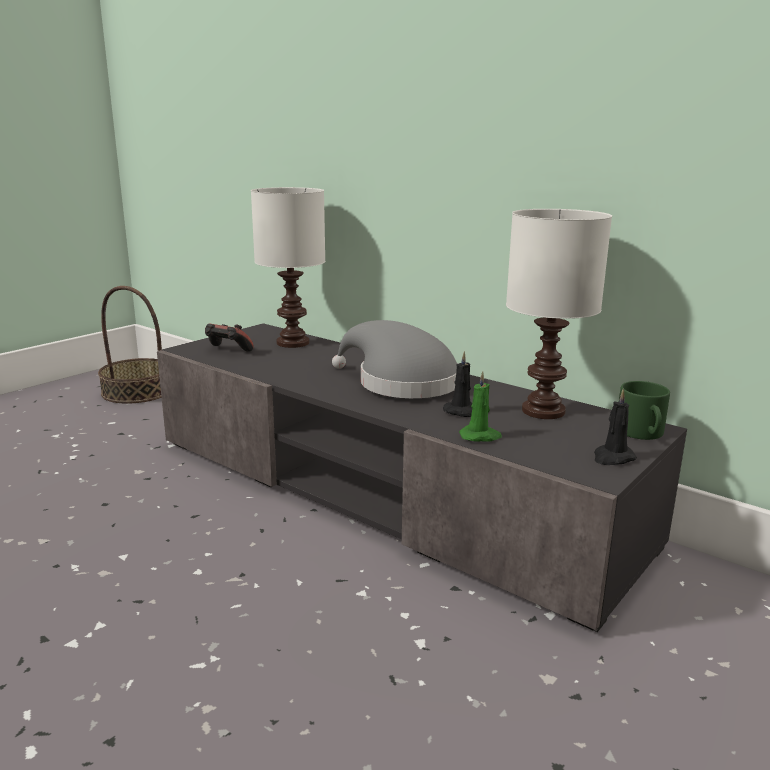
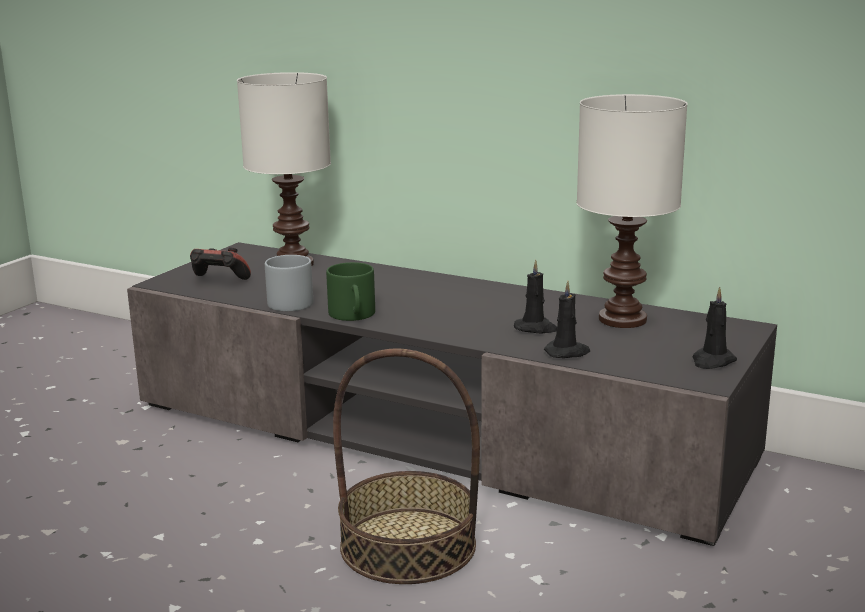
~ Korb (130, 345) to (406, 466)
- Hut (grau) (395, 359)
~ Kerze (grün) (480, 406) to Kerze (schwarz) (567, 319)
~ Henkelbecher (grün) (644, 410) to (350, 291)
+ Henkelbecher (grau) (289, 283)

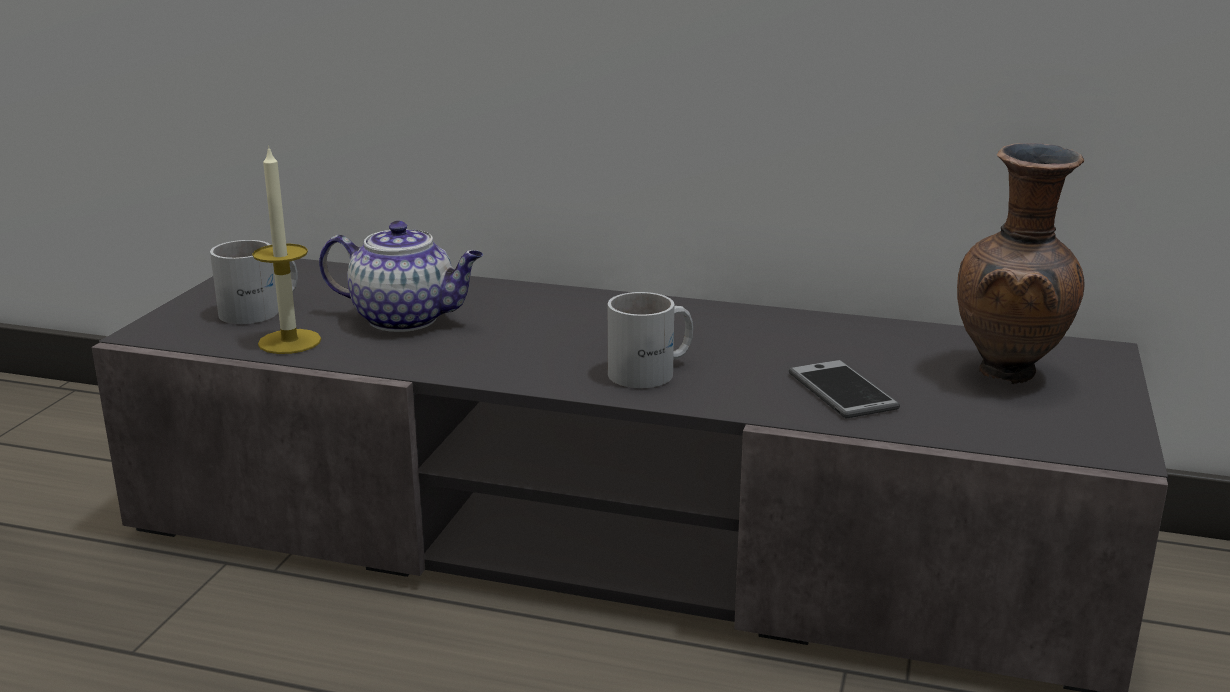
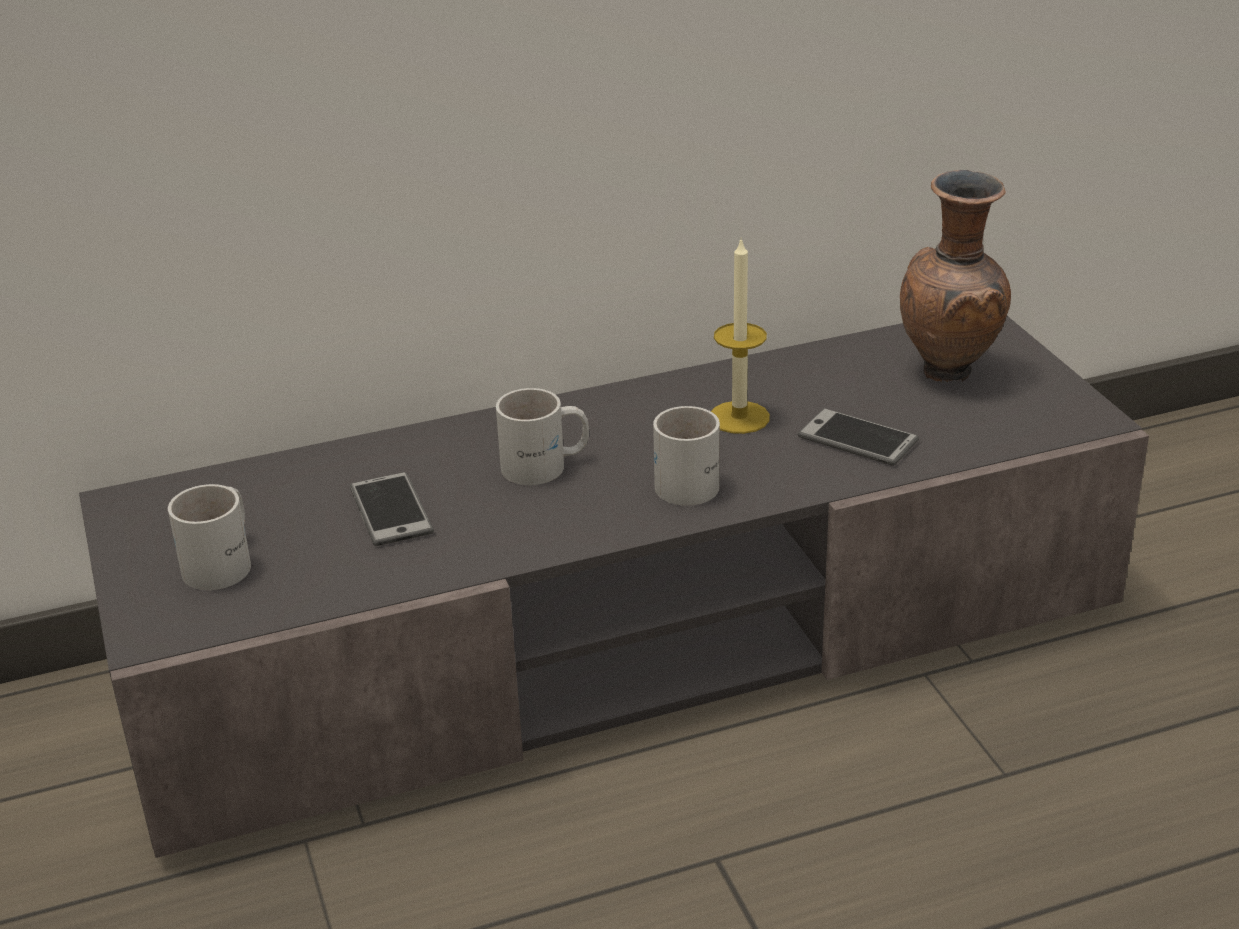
~ Kerze (286, 249) to (740, 335)
~ Teekanne (401, 276) to Handy (392, 509)
+ Henkelbecher (weiß) (542, 436)

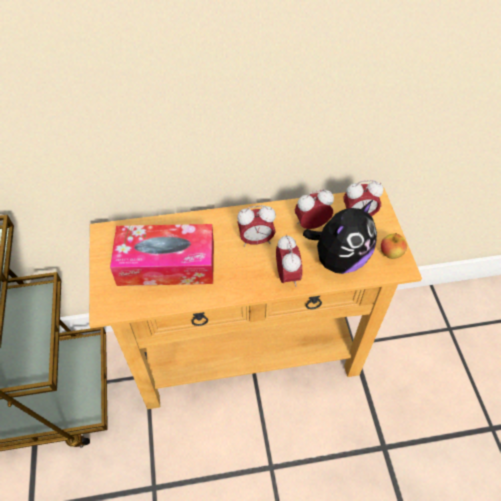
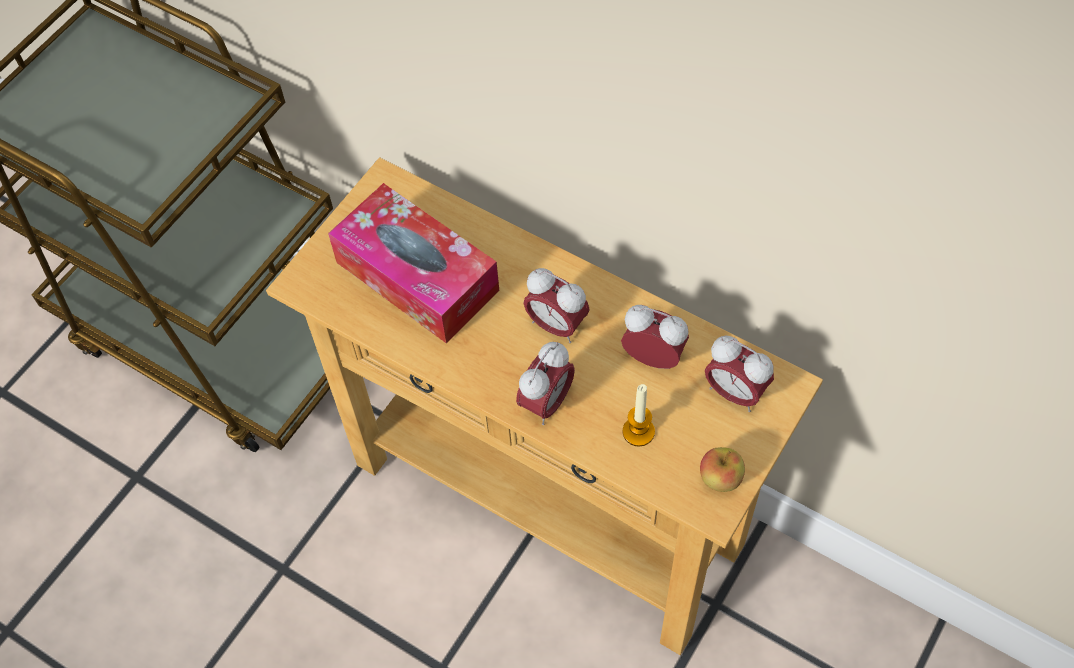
~ Plüschtier (340, 237) to Kerze (639, 415)

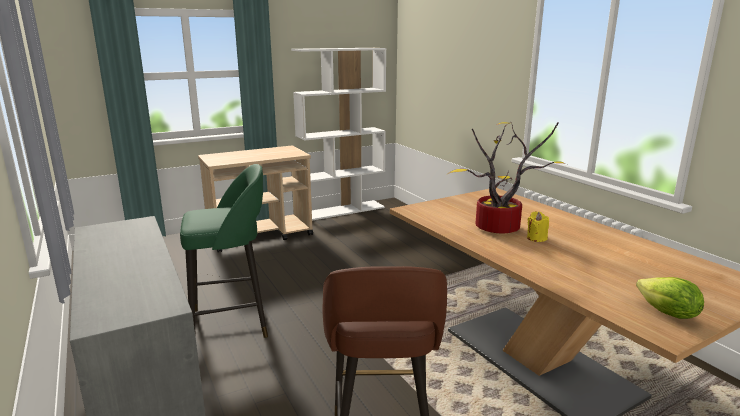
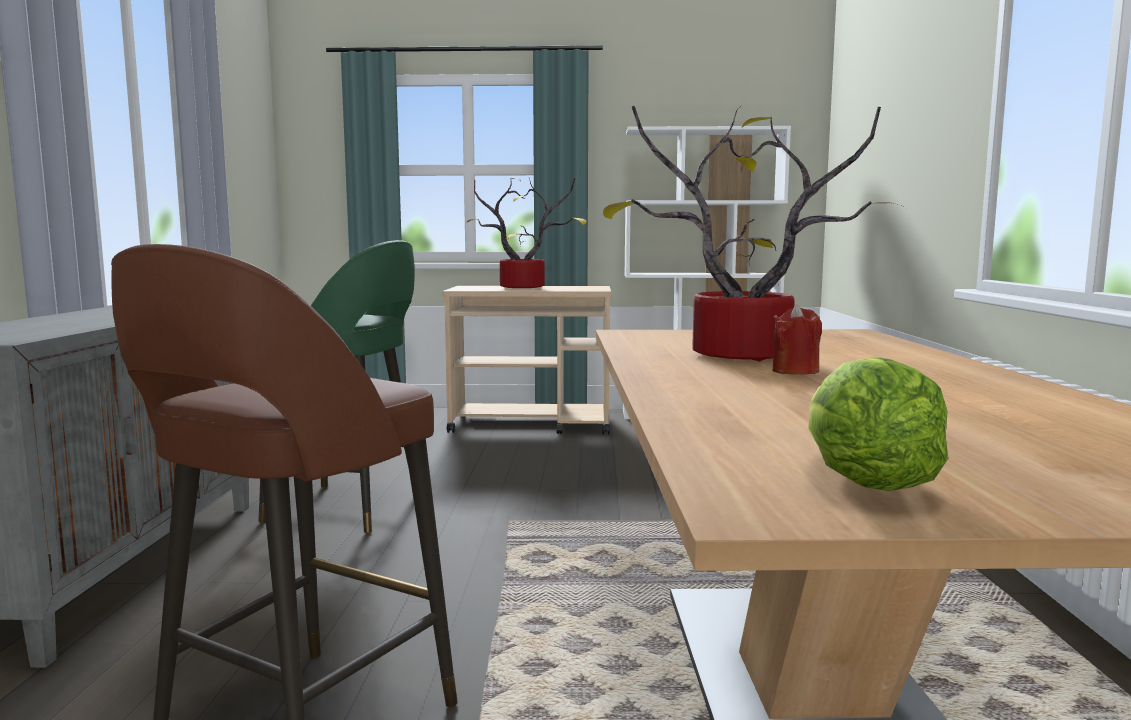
~ Kerze (gelb) (538, 226) to Kerze (rot) (797, 339)
+ Topfpflanze (527, 232)

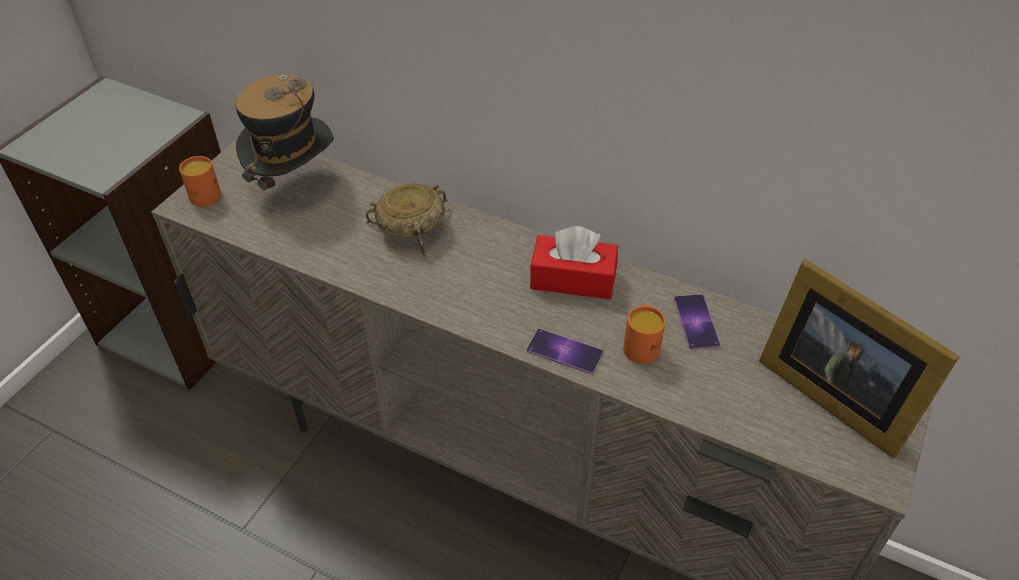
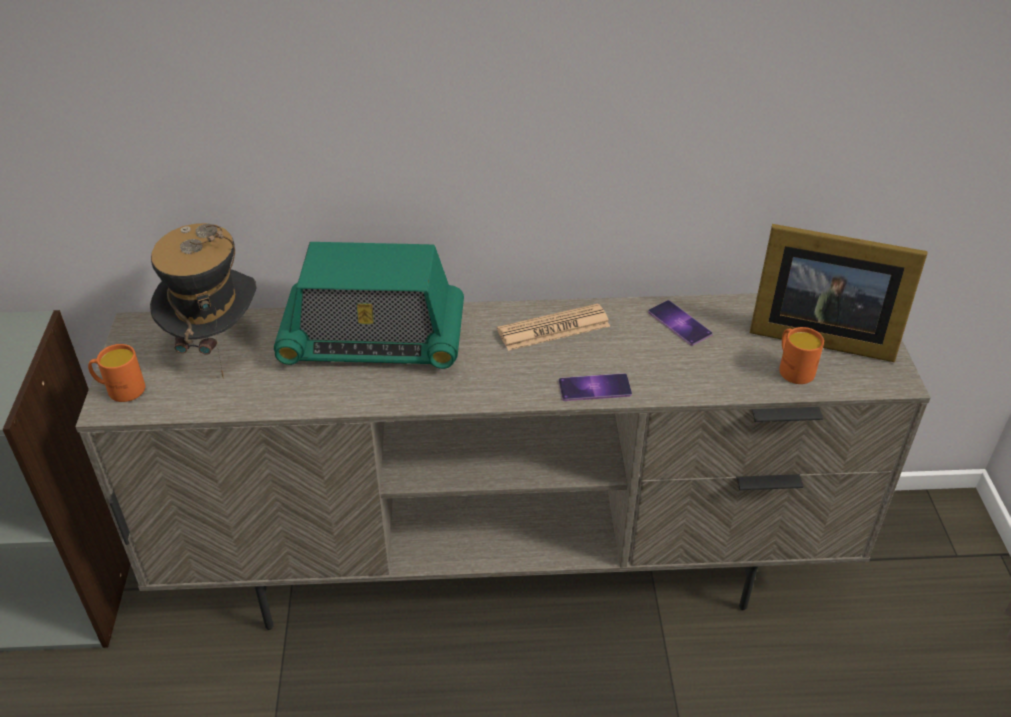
~ Schüssel (beige) (407, 220) to Radio (369, 305)
~ Taschentuchbox (rot) (574, 262) to Zeitung (553, 327)
~ Henkelbecher (orange) (644, 334) to (801, 355)

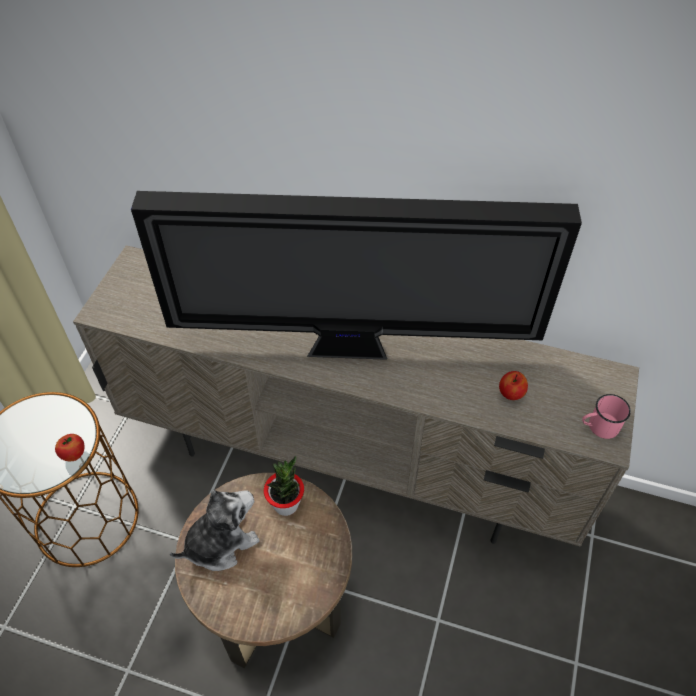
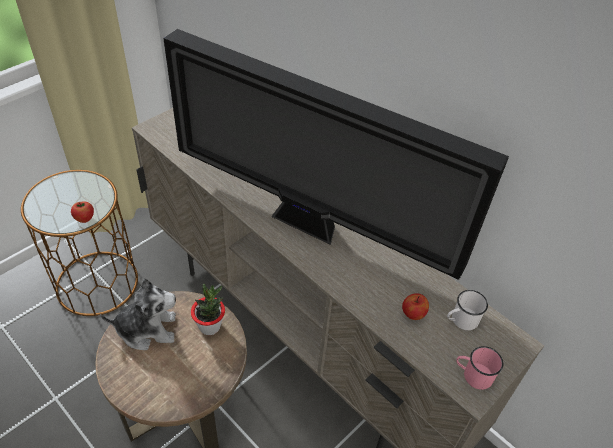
+ Henkelbecher (weiß) (467, 310)

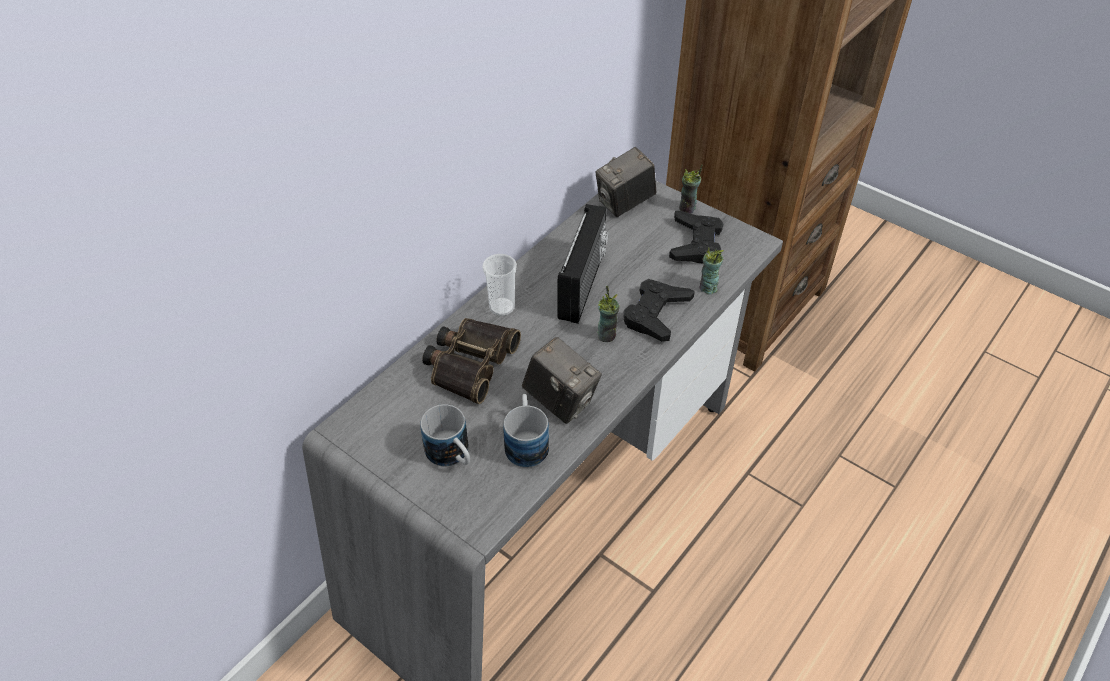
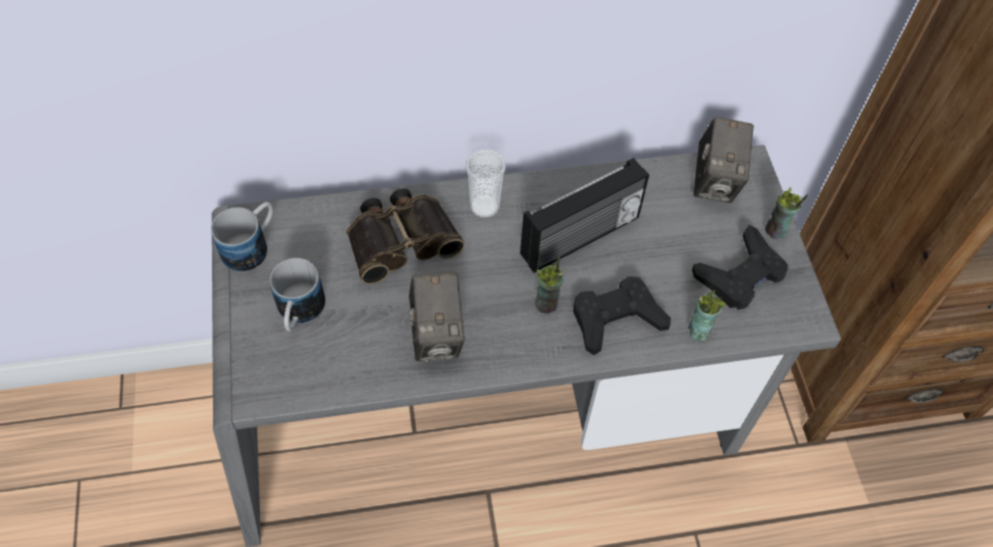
~ Henkelbecher (526, 431) to (242, 237)
~ Kamera (626, 182) = (723, 160) 90 degrees counterclockwise

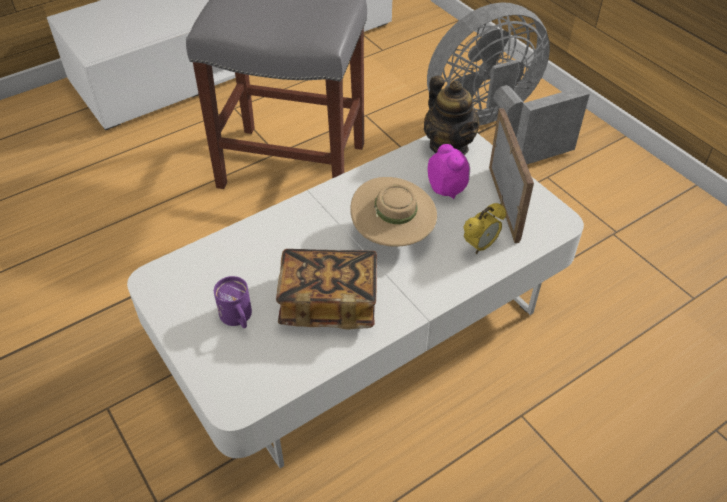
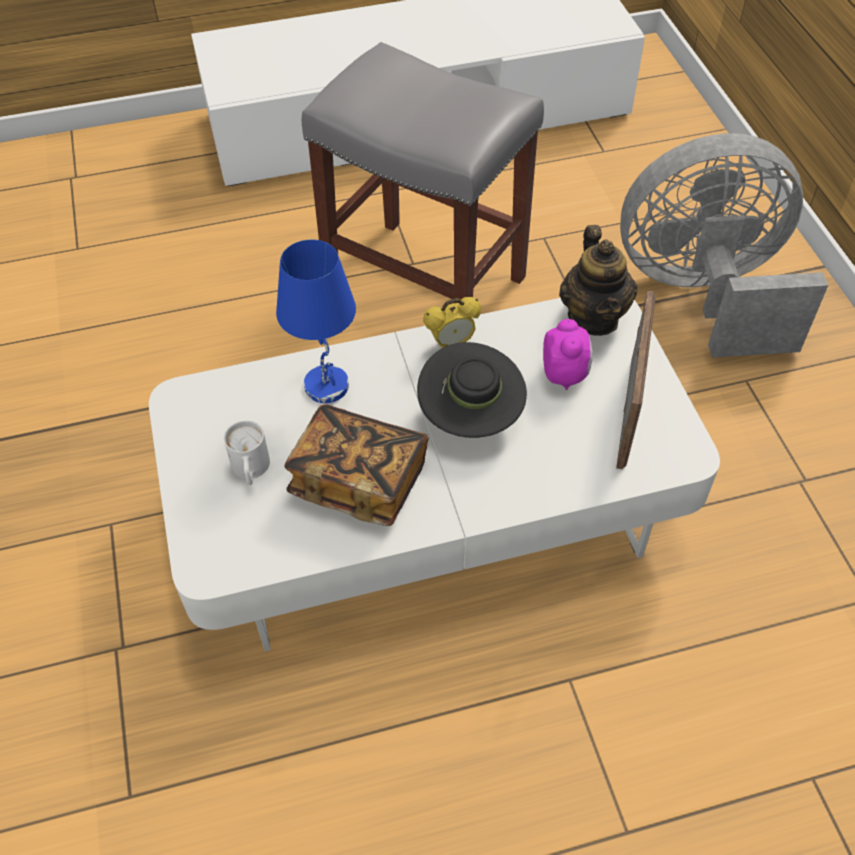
~ Henkelbecher (lila) (233, 302) to Henkelbecher (weiß) (247, 452)
~ Hut (beige) (393, 212) to Hut (schwarz) (472, 390)
~ Wecker (485, 228) to (452, 322)
+ Tischlampe (blau) (316, 321)

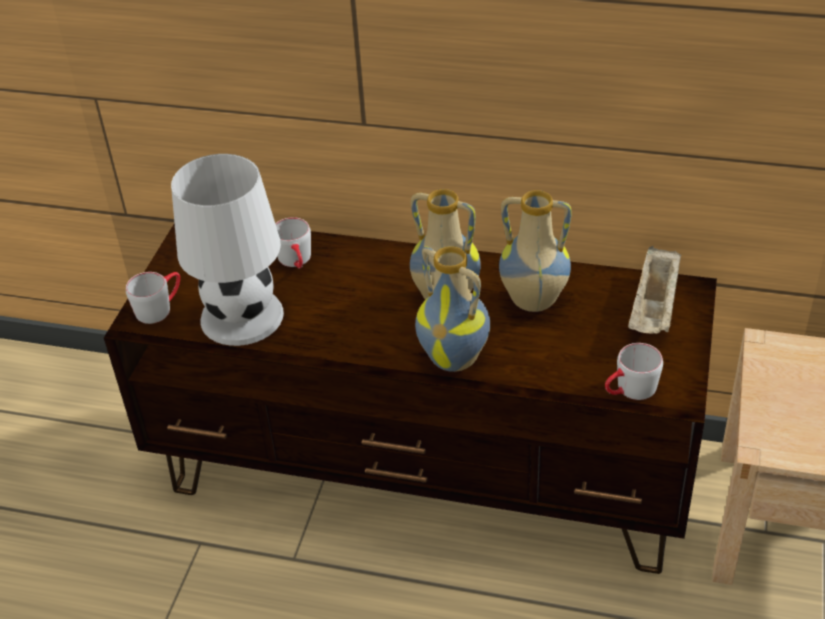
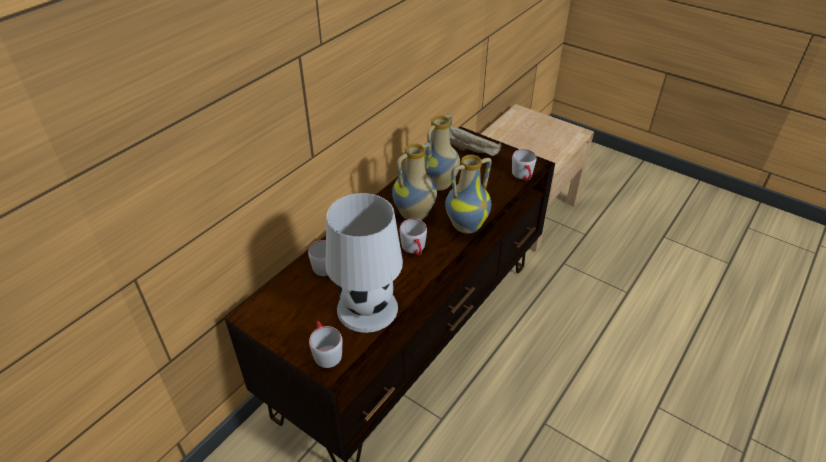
+ Henkelbecher (grau) (413, 237)

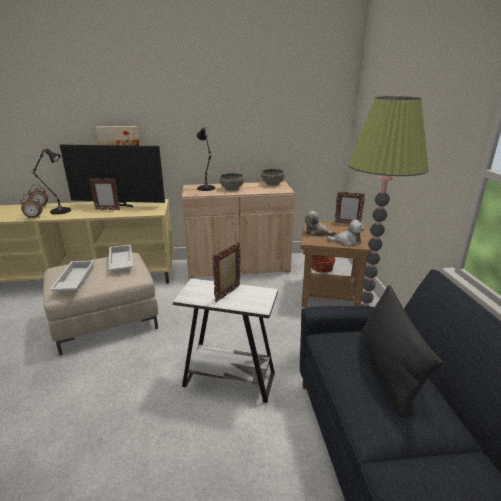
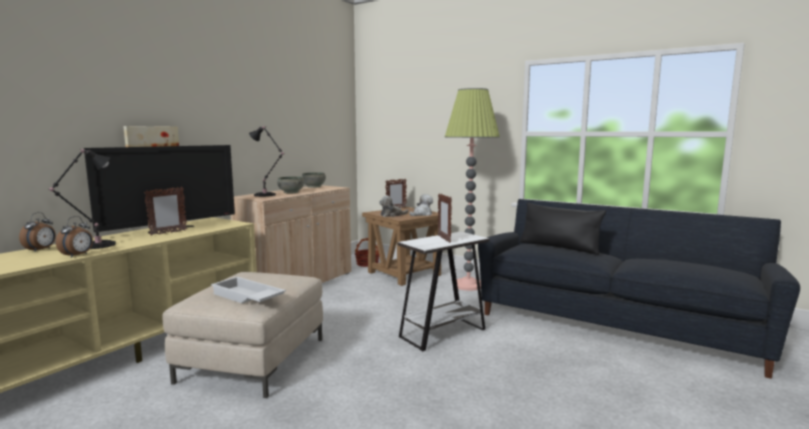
- Tablett (weiß) (121, 258)

